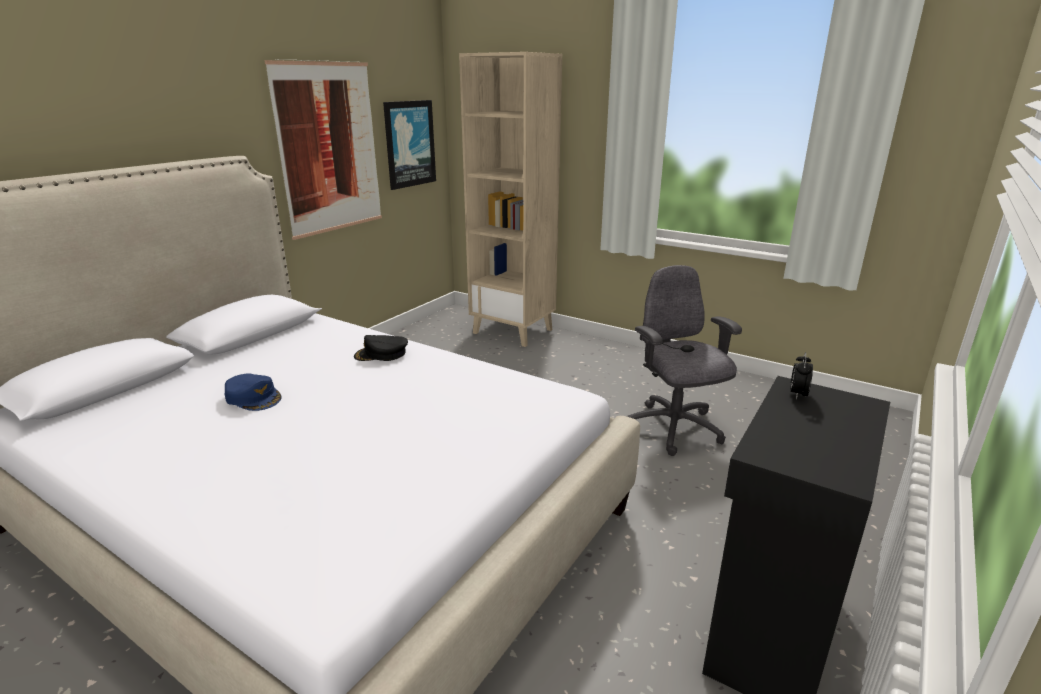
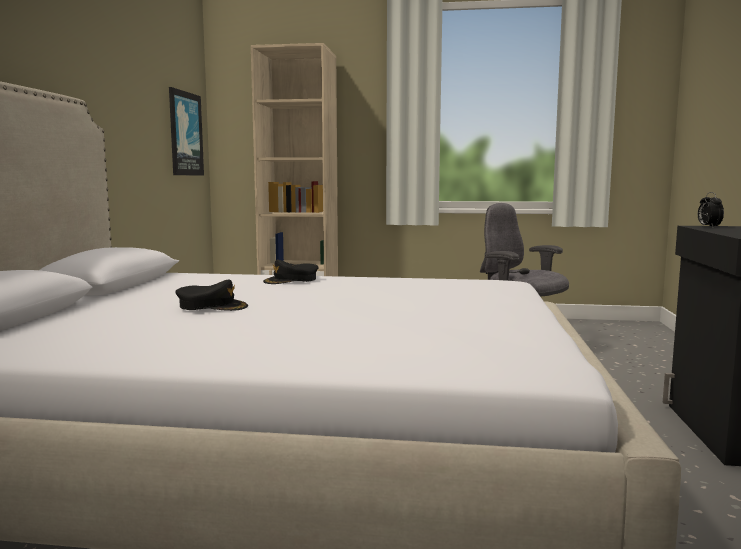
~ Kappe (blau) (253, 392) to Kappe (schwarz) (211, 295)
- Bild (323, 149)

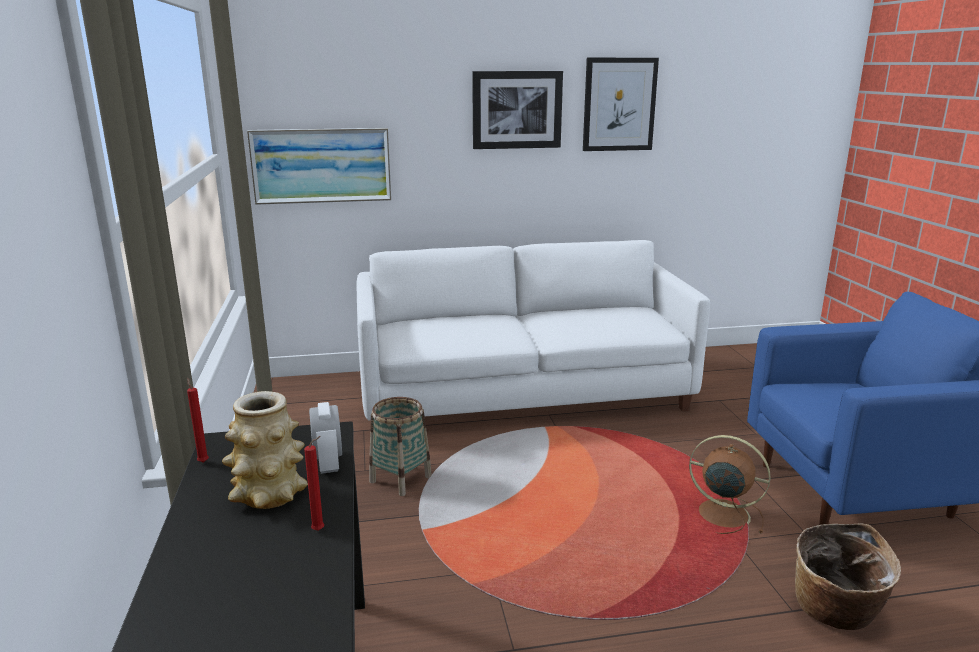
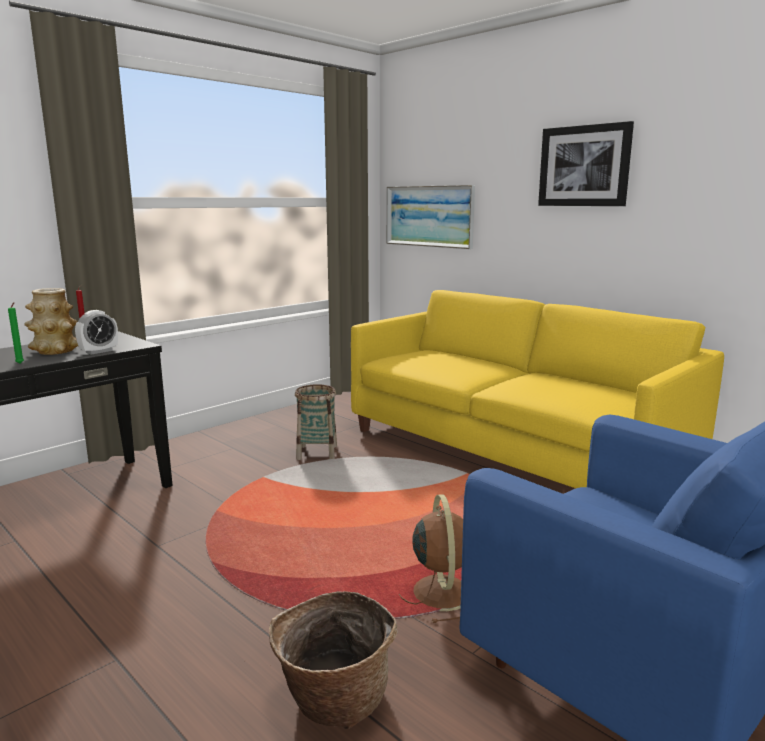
~ Kerze (rot) (314, 483) to Kerze (grün) (16, 333)
~ Sofa (weiß) (533, 330) to Sofa (gelb) (537, 389)
- Bild (621, 104)

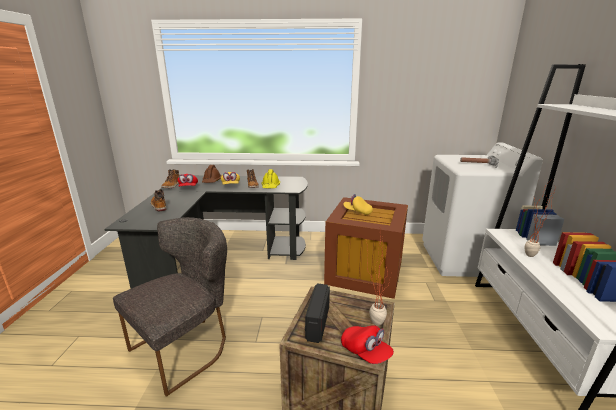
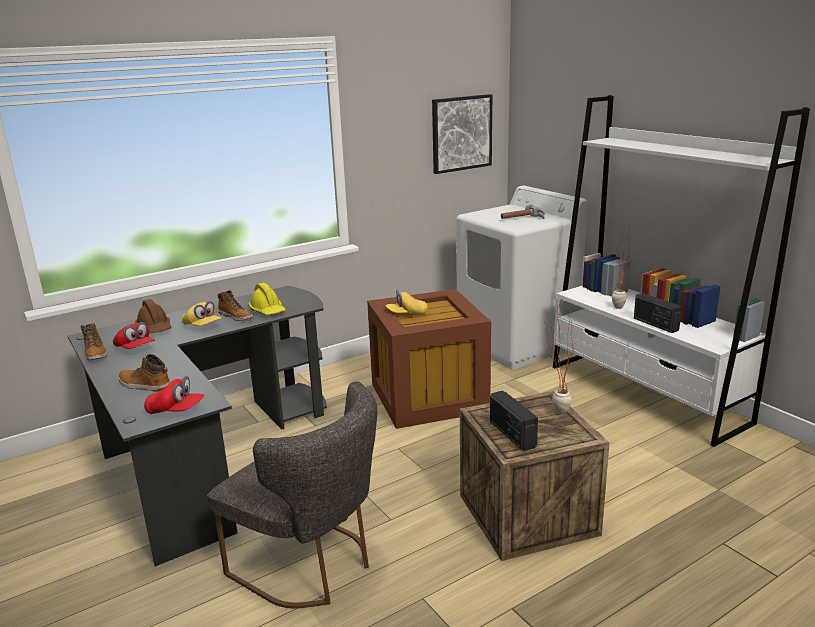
~ Stuhl (grau) (170, 307) = (292, 494) 120 degrees clockwise
~ Kappe (rot) (367, 344) to (174, 395)
+ Bild (462, 134)
+ Radio (658, 313)

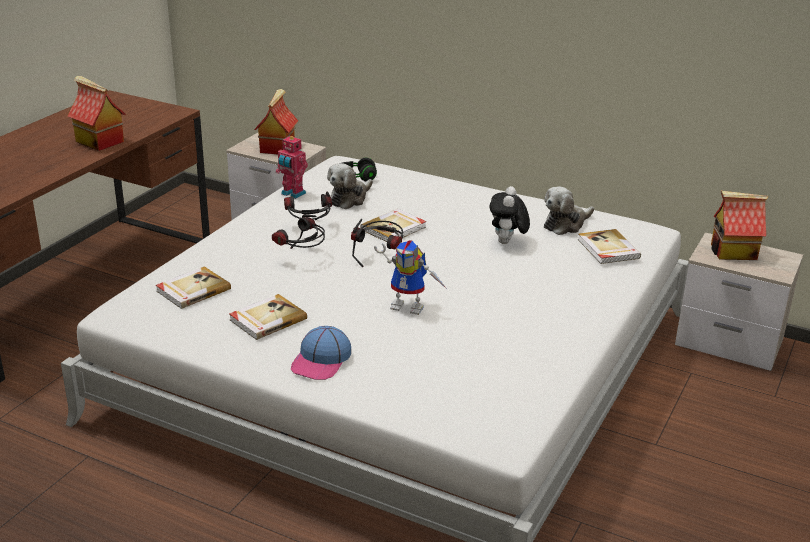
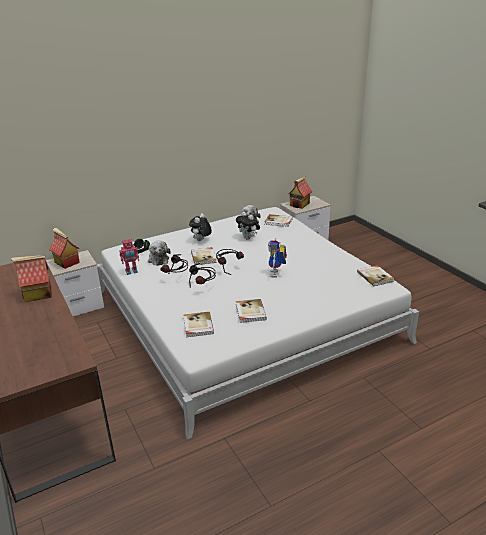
- Kappe (321, 353)
~ Spielzeugroboter (410, 277) = (277, 258) 135 degrees clockwise
+ Plüschtier (200, 227)
+ Buch (375, 275)

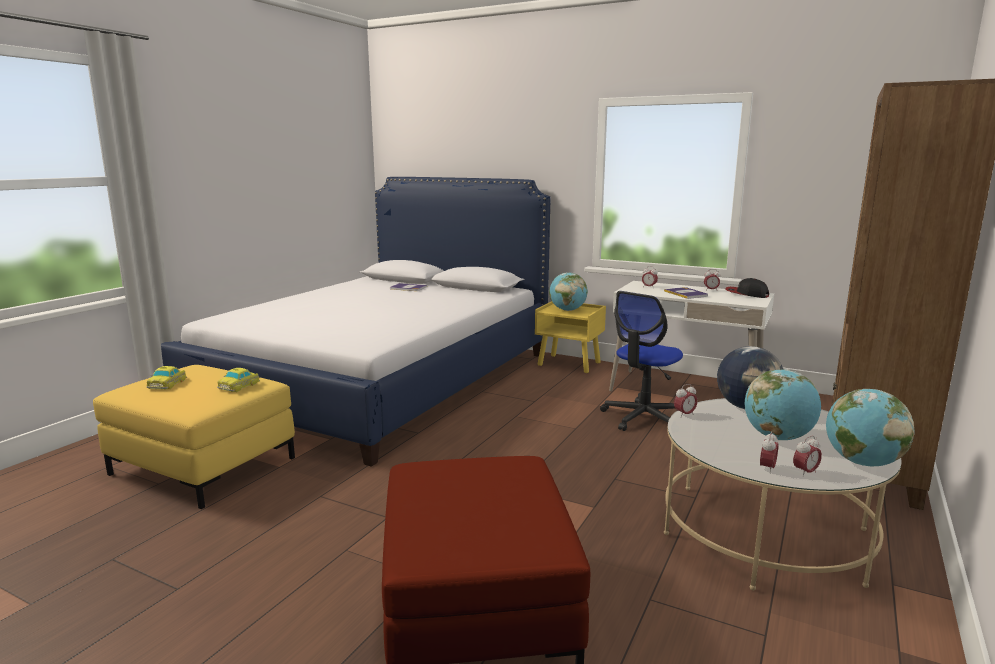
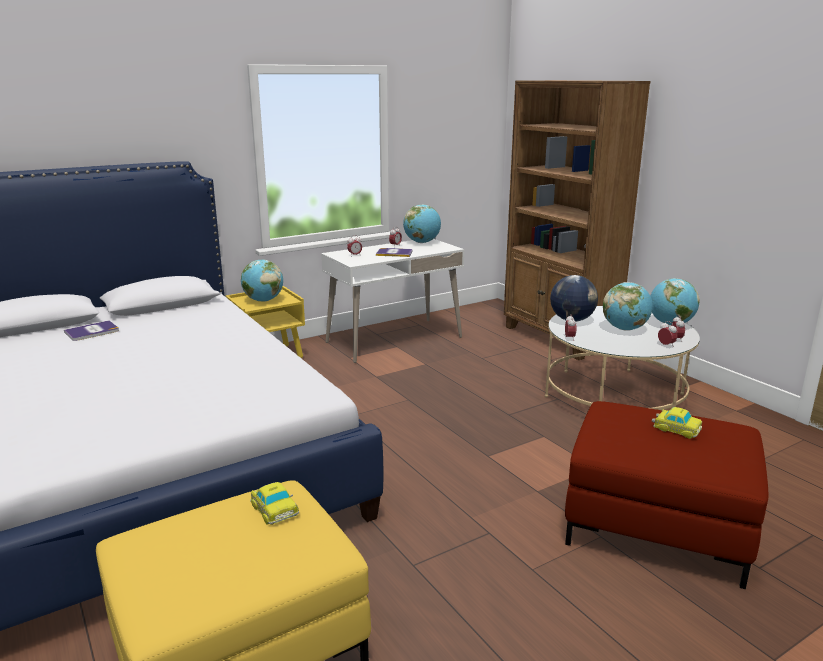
~ Spielzeugauto (166, 378) to (677, 423)
- Bürostuhl (641, 361)
~ Kappe (747, 288) to Globus (422, 223)

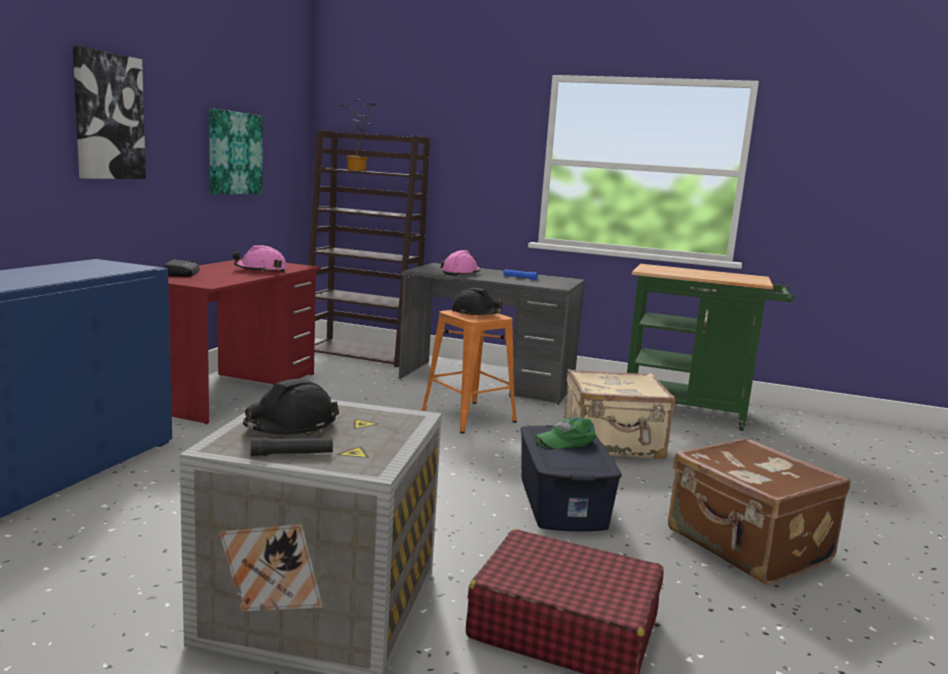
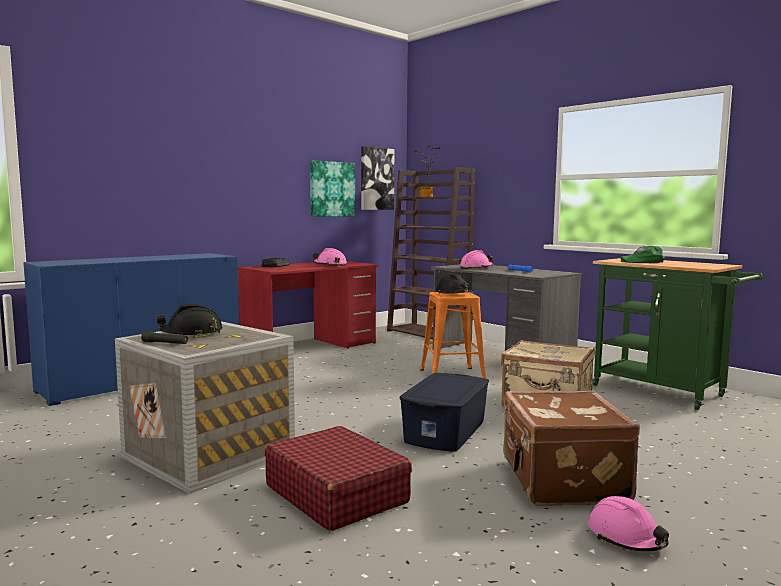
~ Bild (109, 112) to (377, 178)
~ Kappe (grün) (566, 433) to (642, 254)
+ Schutzhelm (rosa) (628, 523)

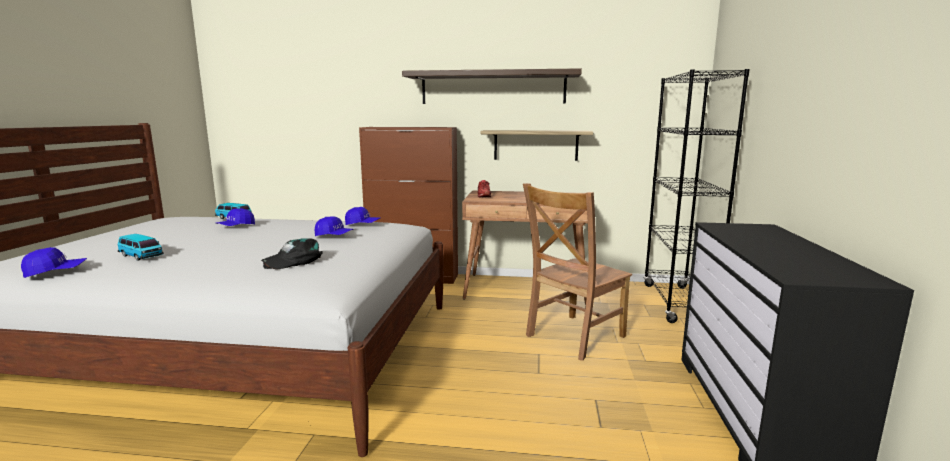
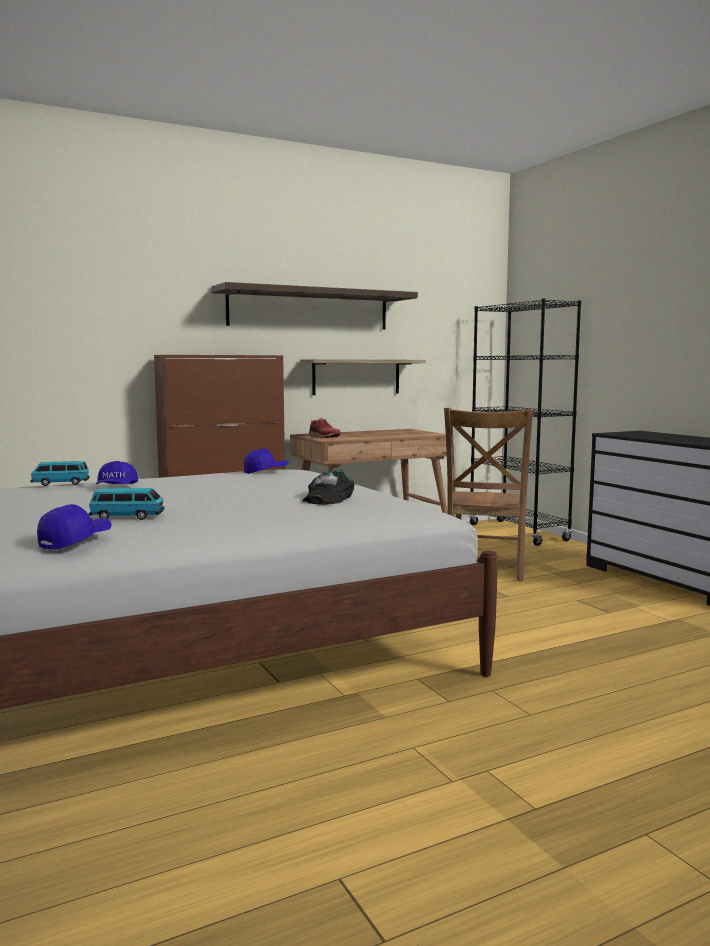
- Kappe (blau) (334, 226)

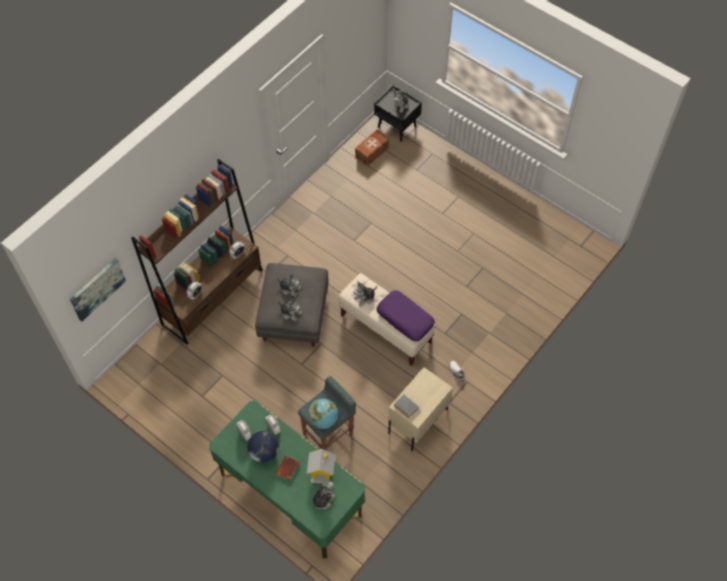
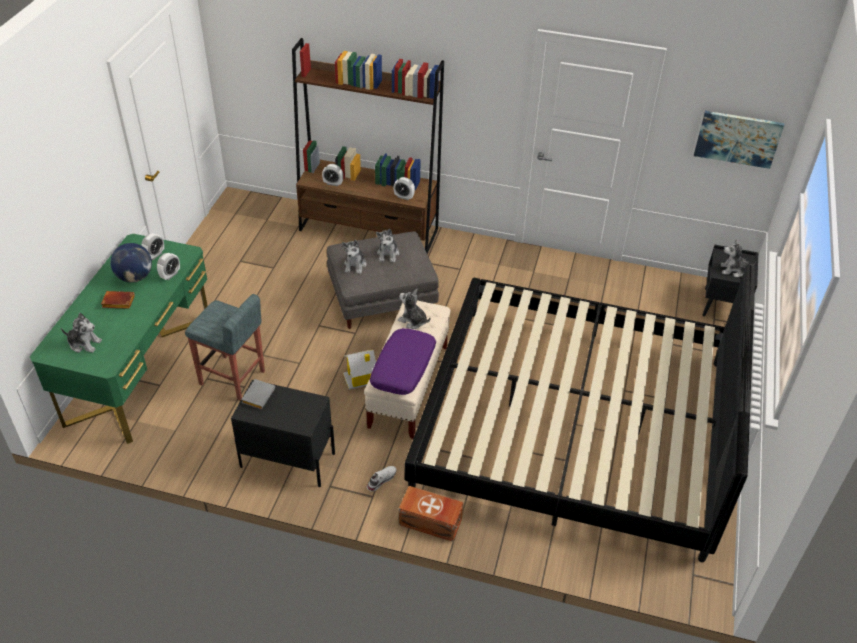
~ Bild (98, 289) to (739, 140)
~ Spielzeughaus (321, 466) to (359, 370)
- Globus (323, 414)
~ Aufbewahrungsbox (braun) (372, 147) to (431, 514)
~ Nachttisch (beige) (420, 409) to Nachttisch (schwarz) (283, 433)
+ Bett (580, 413)

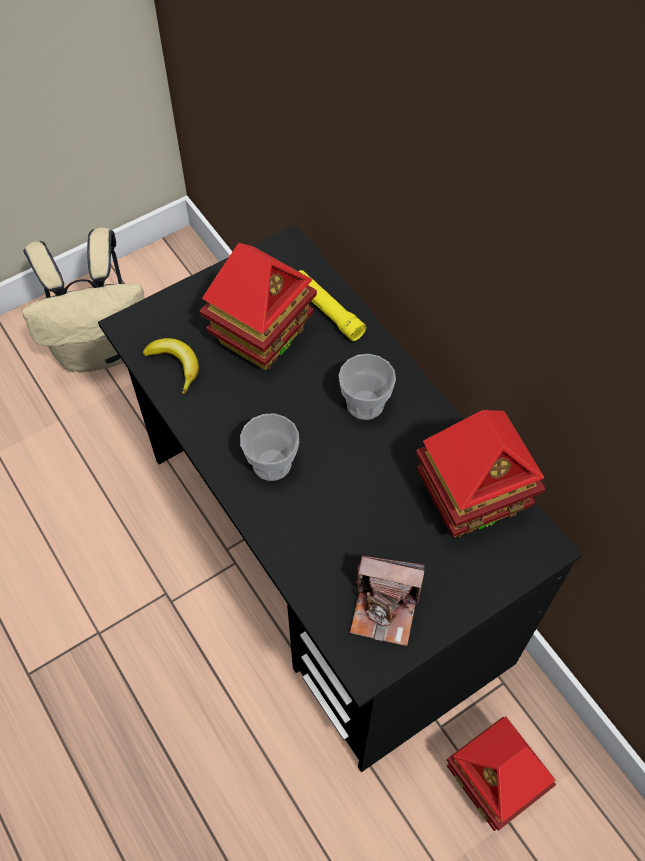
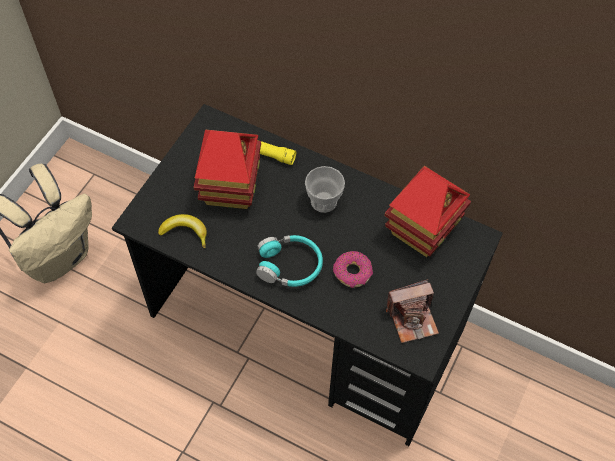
~ Tasse (269, 447) to Kopfhörer (türkis) (289, 261)
- Spielzeughaus (501, 774)
+ Donut (353, 269)

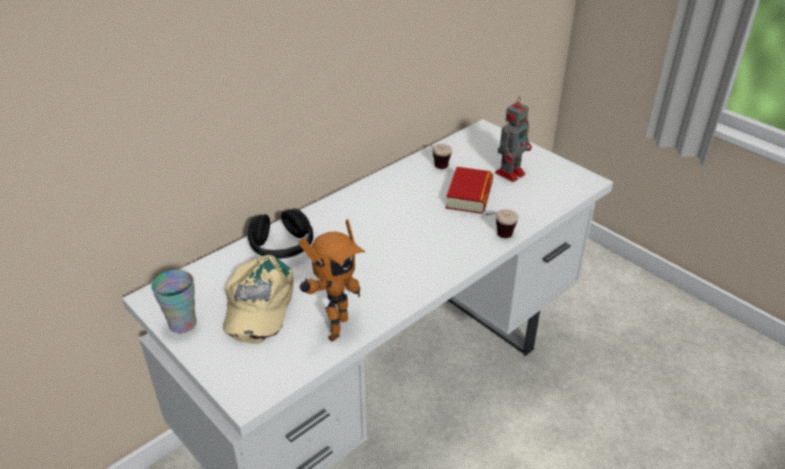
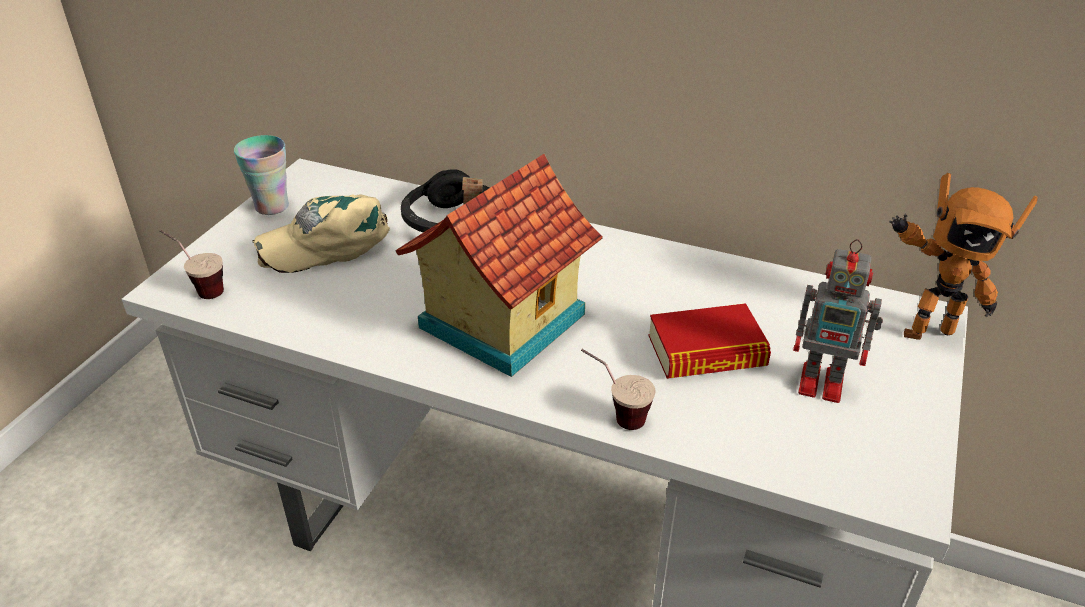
~ Spielzeugroboter (332, 280) to (963, 256)
~ Tasse (437, 156) to (191, 264)
+ Spielzeughaus (499, 265)

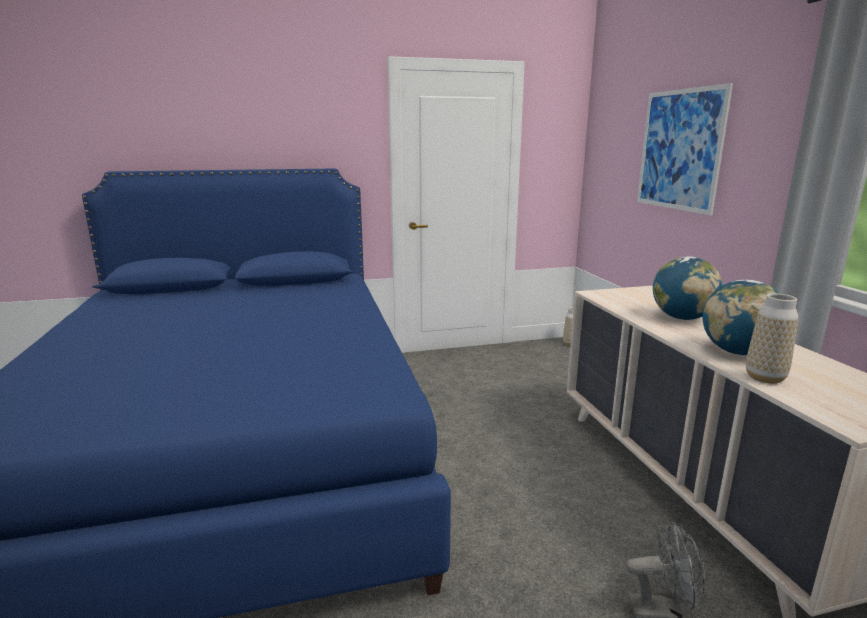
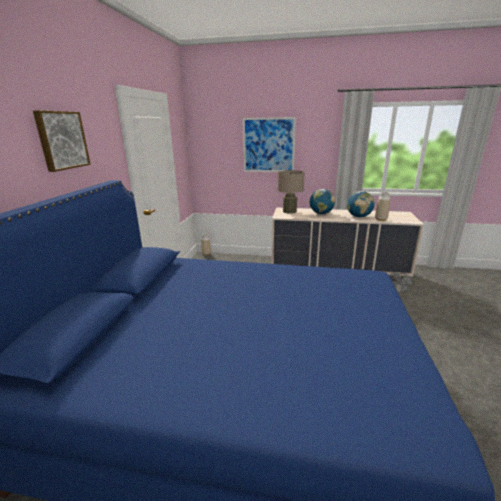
+ Bild (62, 141)
+ Tischlampe (beige) (291, 192)

